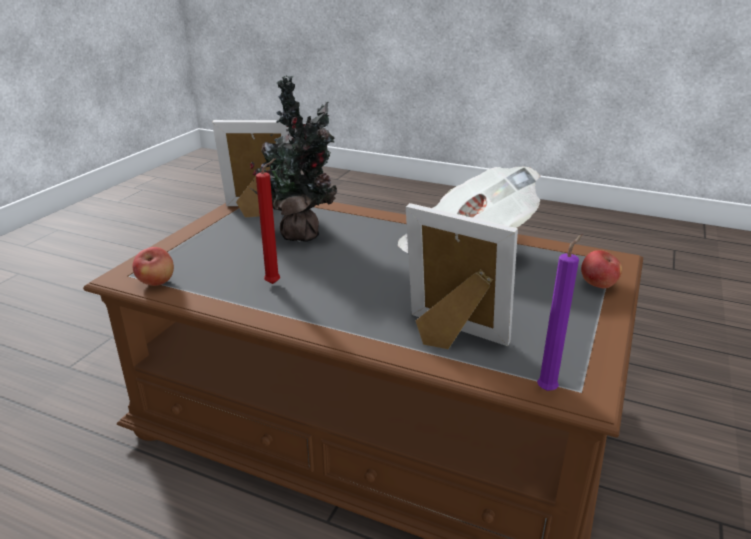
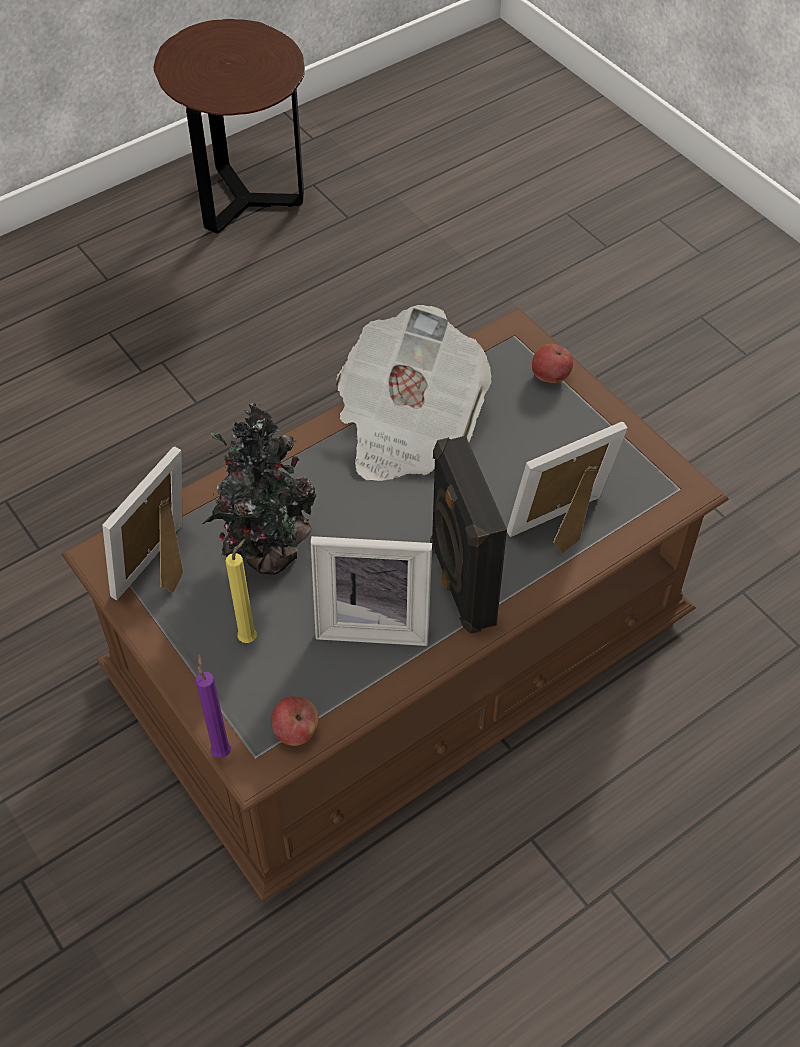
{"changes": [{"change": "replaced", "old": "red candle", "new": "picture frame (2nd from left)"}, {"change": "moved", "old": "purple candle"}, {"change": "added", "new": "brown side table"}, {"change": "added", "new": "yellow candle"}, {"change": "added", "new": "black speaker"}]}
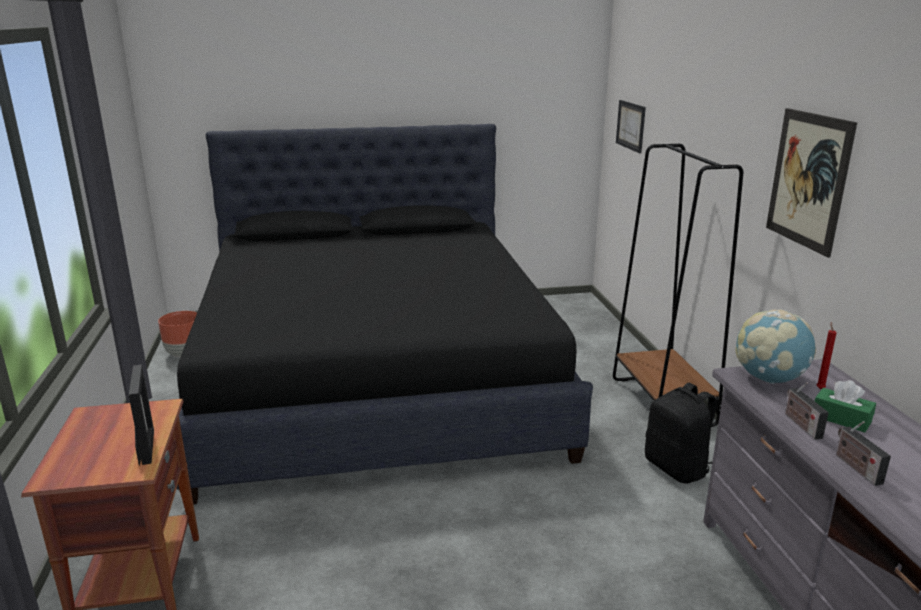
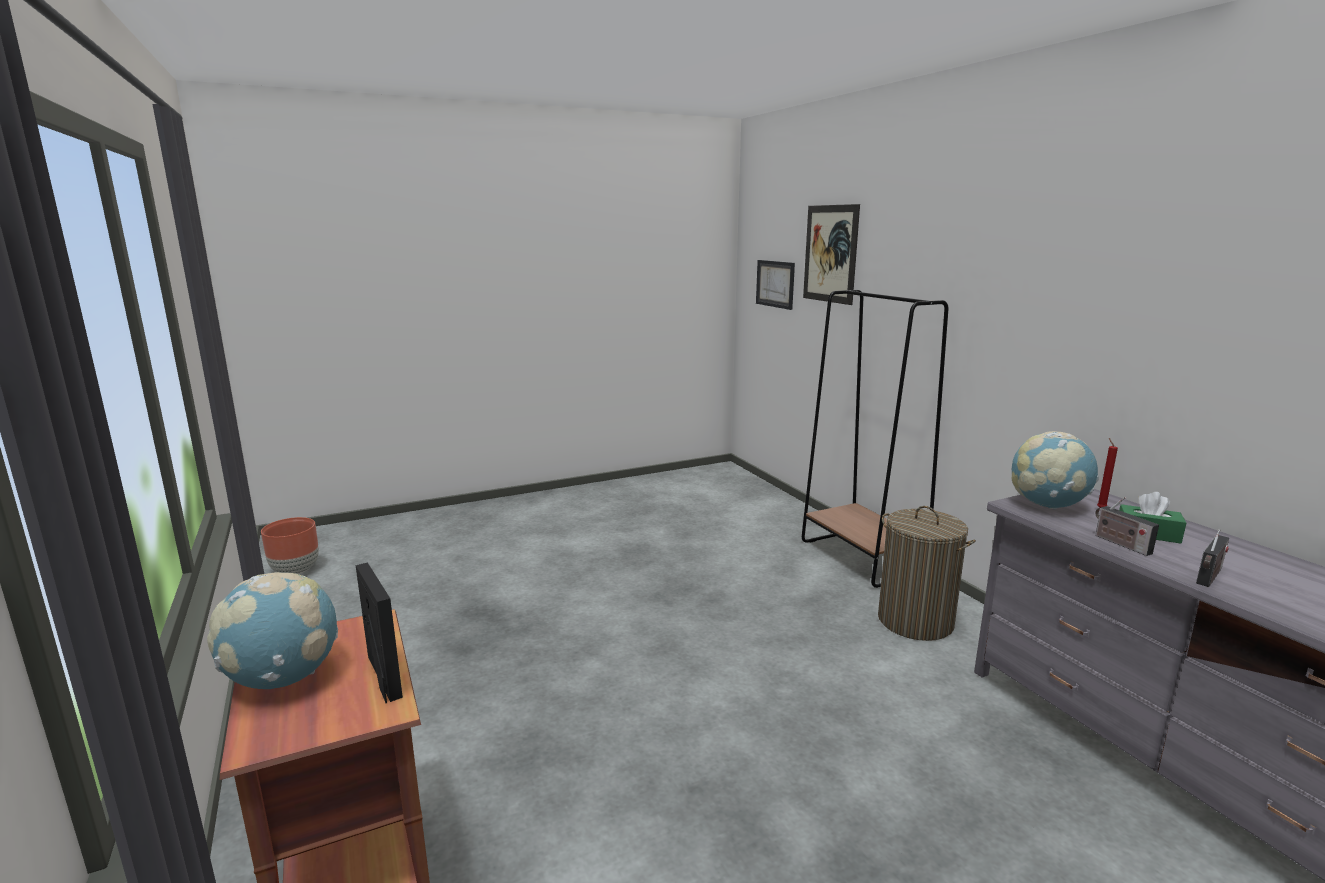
{"changes": [{"change": "removed", "old": "black bed"}, {"change": "replaced", "old": "black backpack", "new": "laundry basket"}, {"change": "moved", "old": "picture (2nd from left)"}, {"change": "turned", "old": "radio (2nd from left)", "degrees": -105}, {"change": "added", "new": "globe (1st from left)"}]}
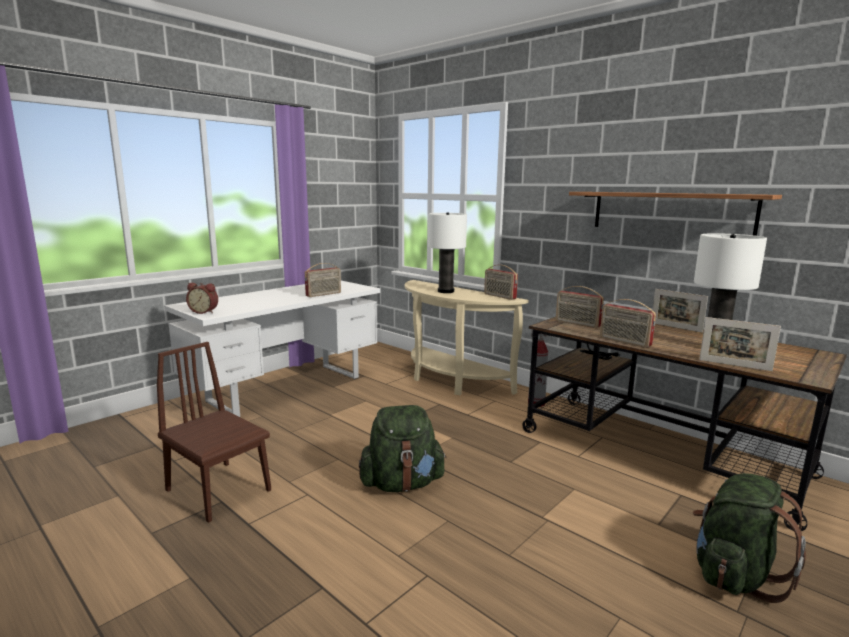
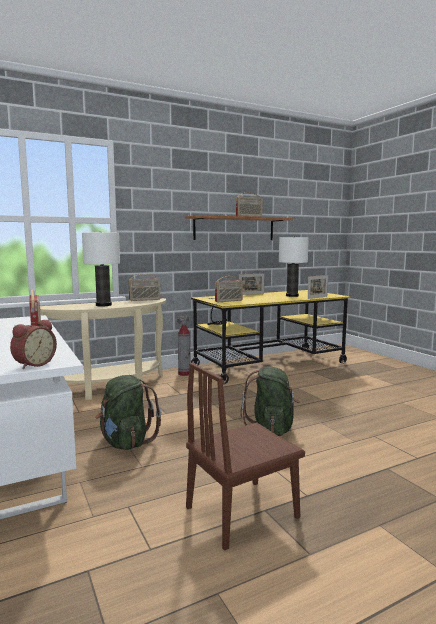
{"changes": [{"change": "recoloured", "old": "brown desk", "new": "yellow desk"}, {"change": "moved", "old": "radio (4th from left)"}, {"change": "moved", "old": "green backpack (2nd from left in the first image)", "new": "green backpack (1st from left)"}]}
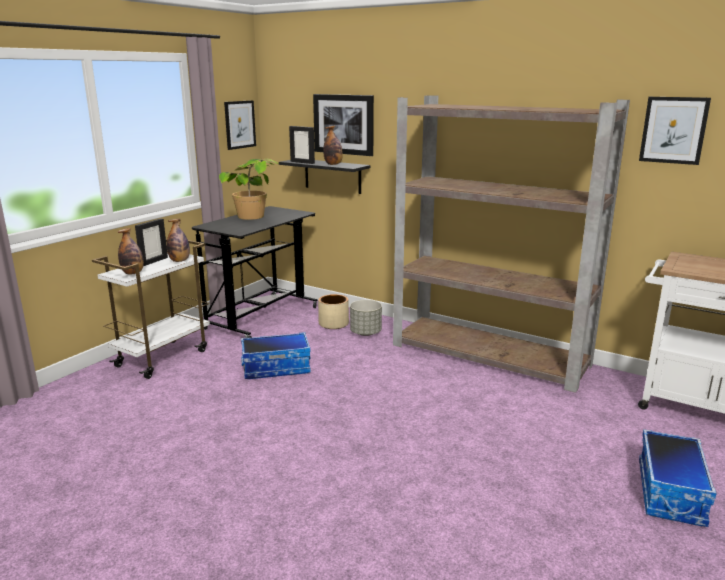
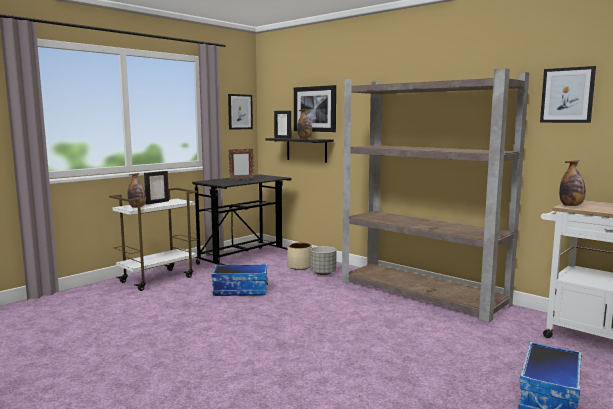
{"changes": [{"change": "moved", "old": "bottle (2nd from left in the first image)", "new": "bottle (3rd from left)"}, {"change": "replaced", "old": "potted plant", "new": "picture frame (2nd from left)"}]}
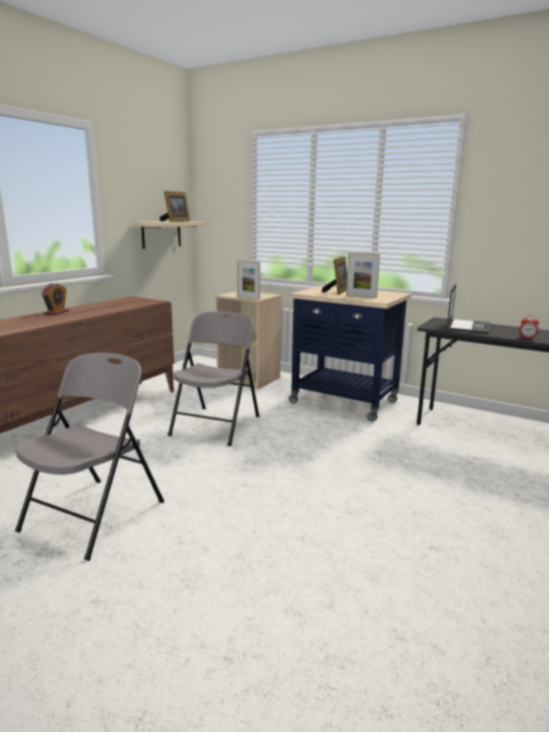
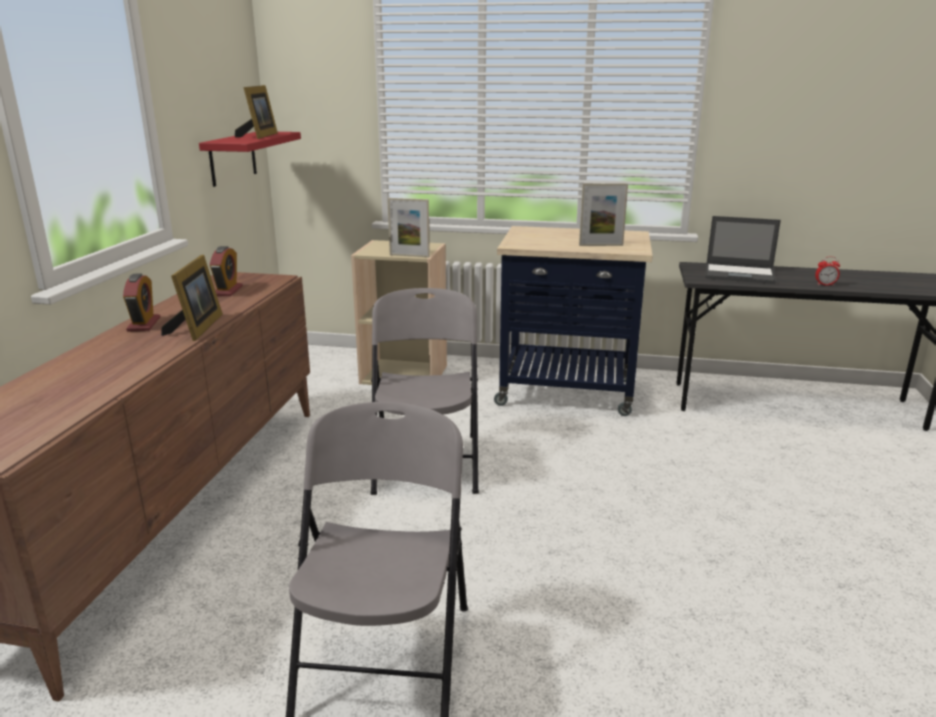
{"changes": [{"change": "recoloured", "old": "beige shelf", "new": "red shelf"}, {"change": "moved", "old": "picture frame (3rd from left in the first image)", "new": "picture frame (1st from left)"}, {"change": "turned", "old": "laptop", "degrees": 105}, {"change": "added", "new": "alarm clock (2nd from left)"}]}
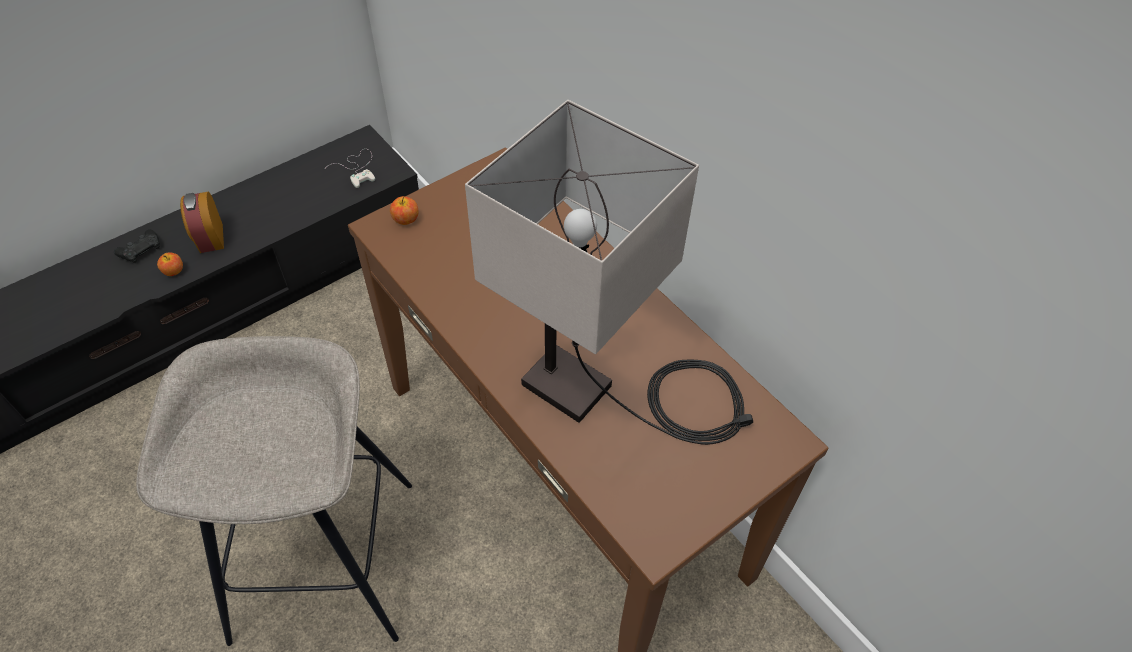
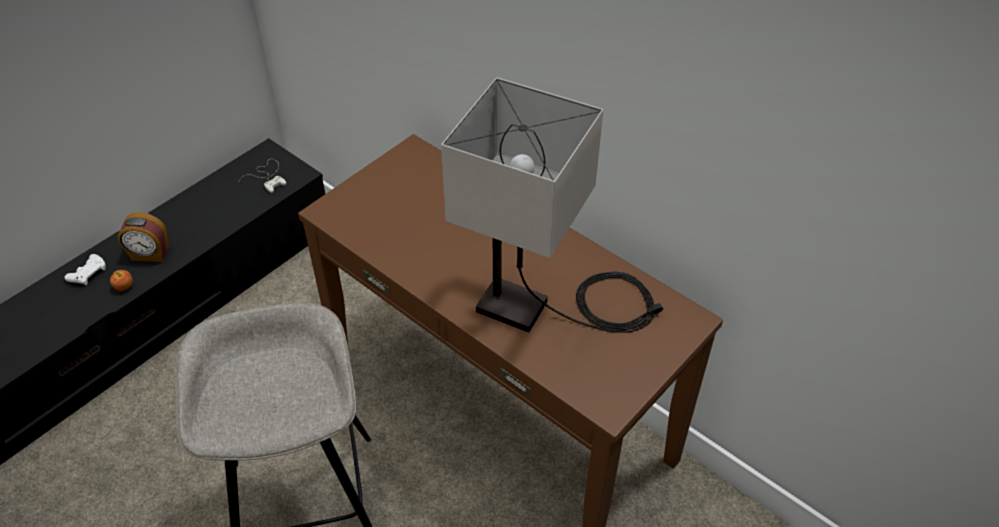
{"changes": [{"change": "recoloured", "old": "black game controller", "new": "white game controller (1st from left)"}, {"change": "turned", "old": "alarm clock", "degrees": -60}, {"change": "removed", "old": "apple (2nd from left)"}]}
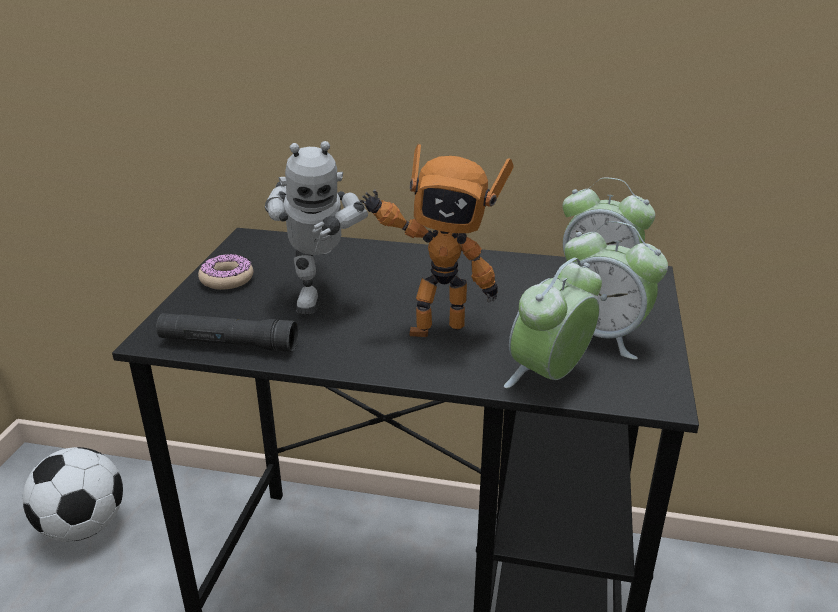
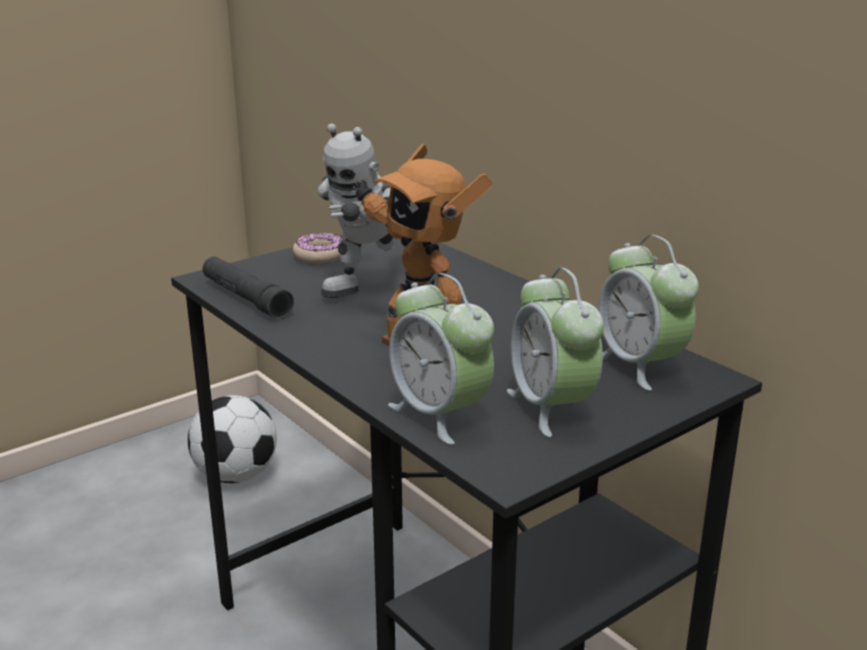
{"changes": [{"change": "turned", "old": "alarm clock (1st from left)", "degrees": -120}]}
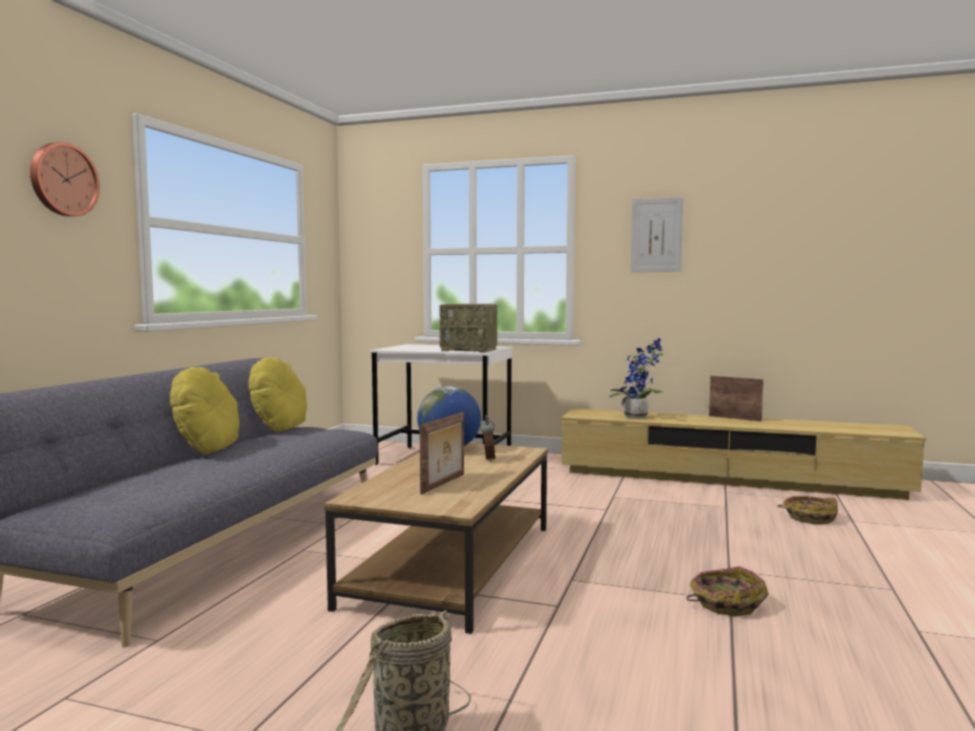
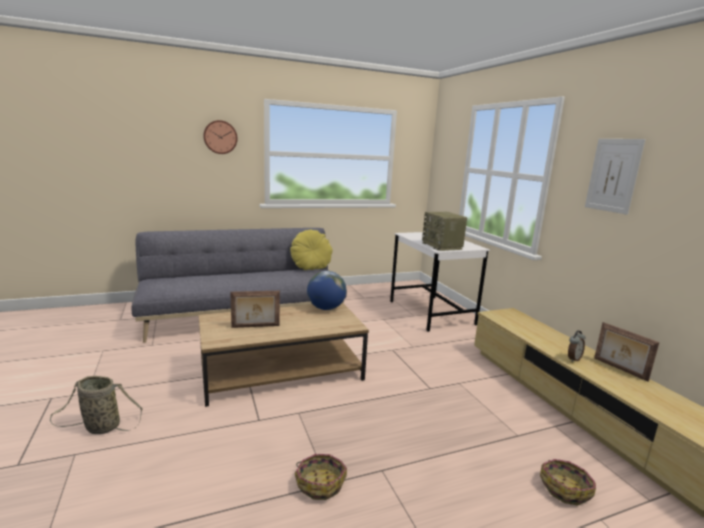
{"changes": [{"change": "removed", "old": "yellow pillow (1st from left)"}, {"change": "moved", "old": "alarm clock"}, {"change": "removed", "old": "potted plant"}, {"change": "turned", "old": "picture frame (2nd from left)", "degrees": 150}]}
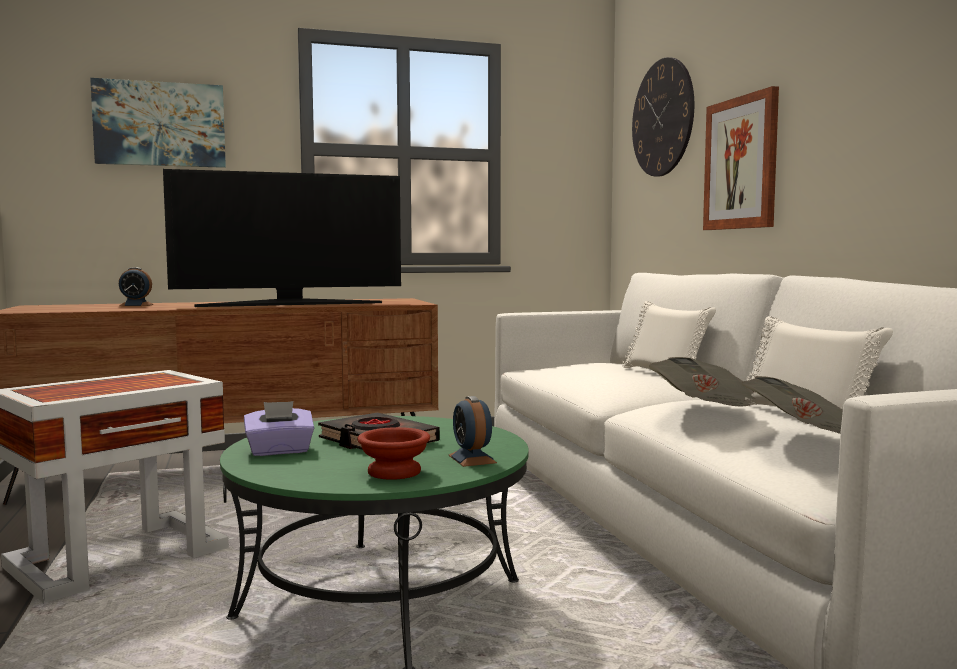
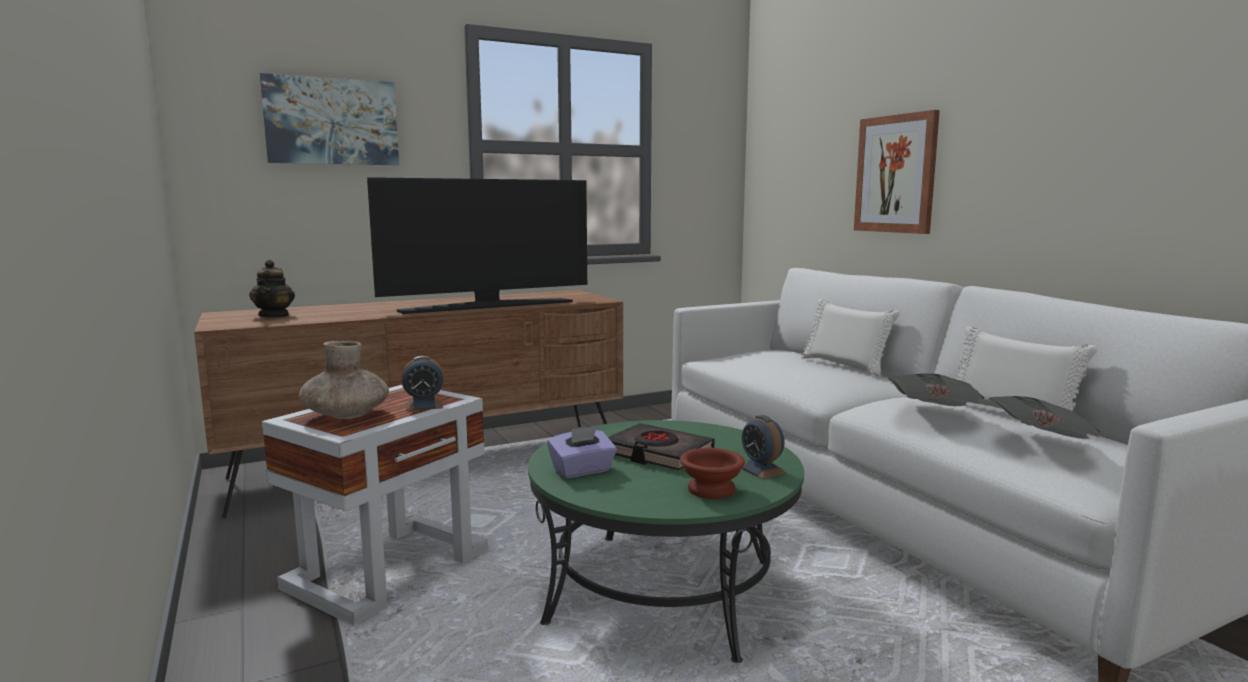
{"changes": [{"change": "moved", "old": "alarm clock (1st from left)"}, {"change": "removed", "old": "wall clock"}, {"change": "added", "new": "teapot"}, {"change": "added", "new": "brown vase"}]}
